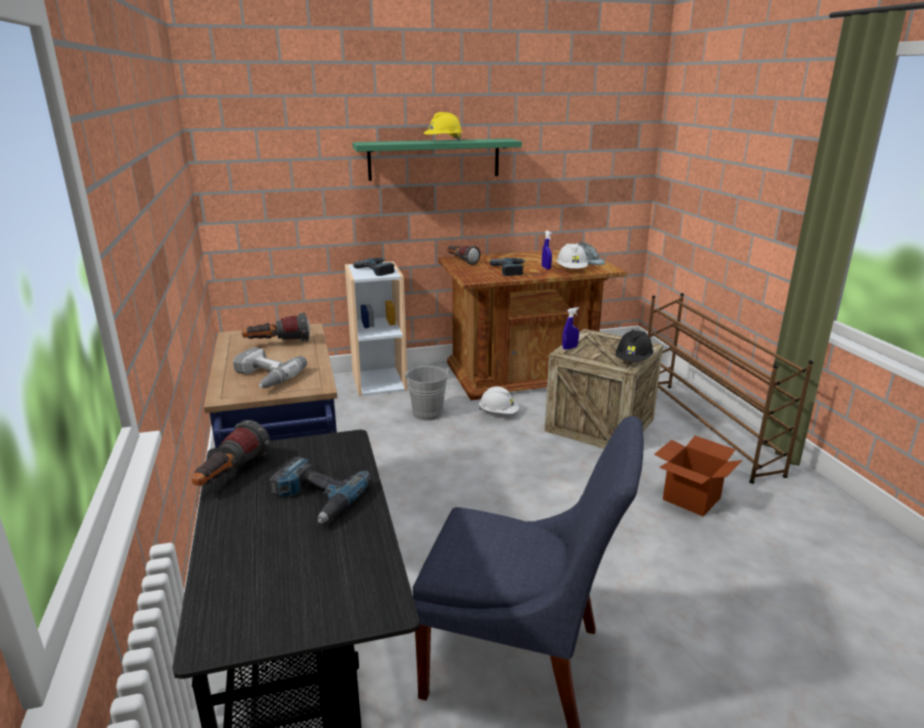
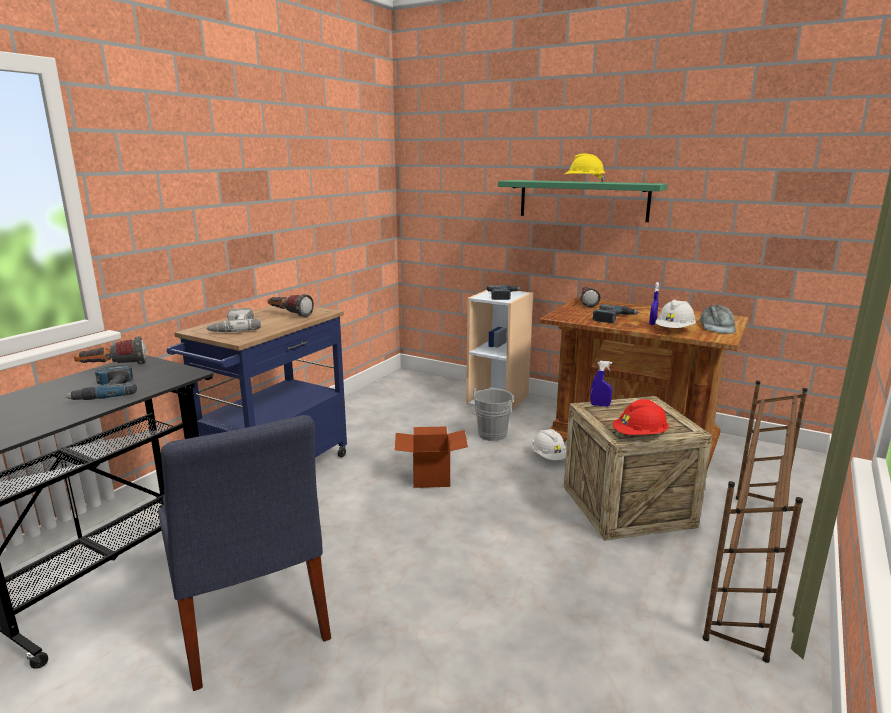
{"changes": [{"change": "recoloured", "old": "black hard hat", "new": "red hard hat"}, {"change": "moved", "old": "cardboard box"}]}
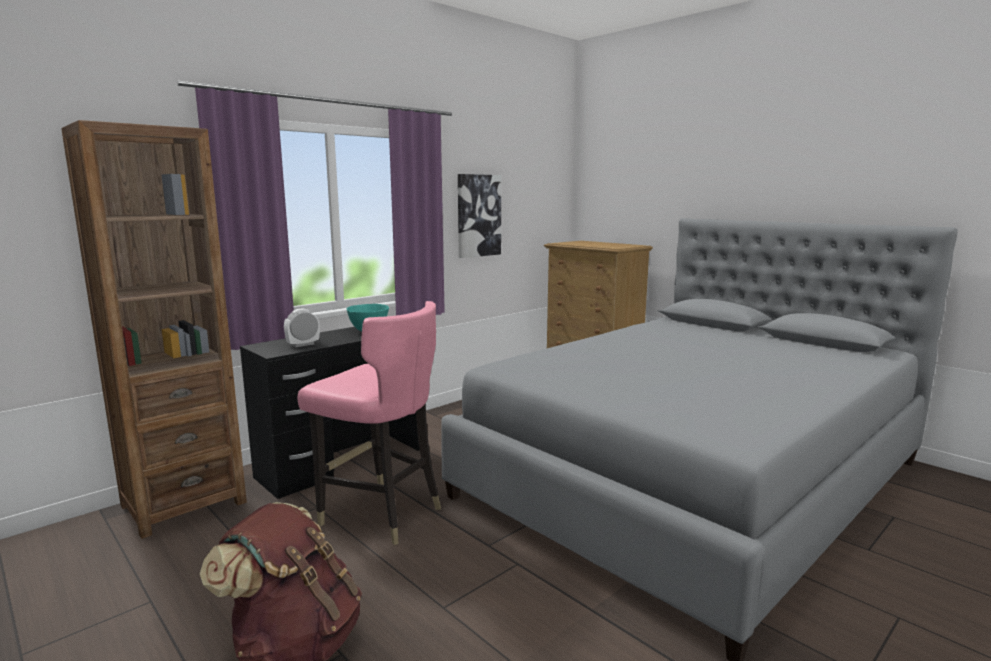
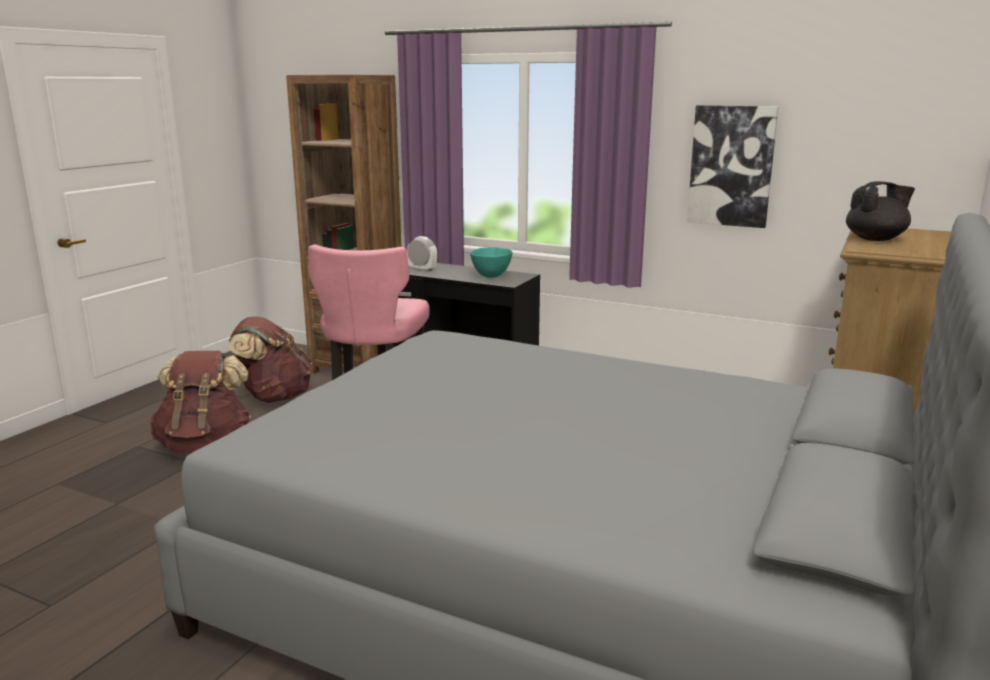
{"changes": [{"change": "added", "new": "brown backpack (2nd from left)"}, {"change": "added", "new": "black teapot"}]}
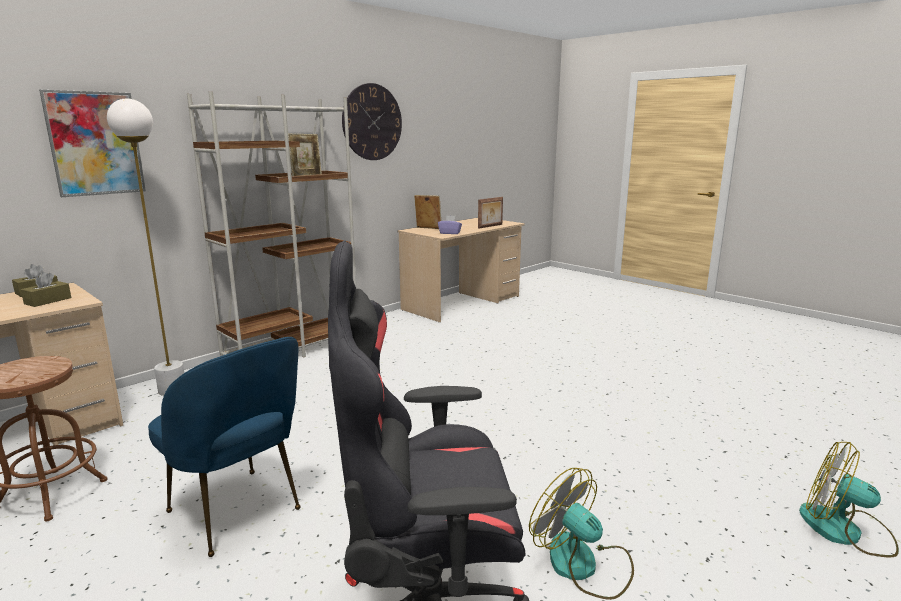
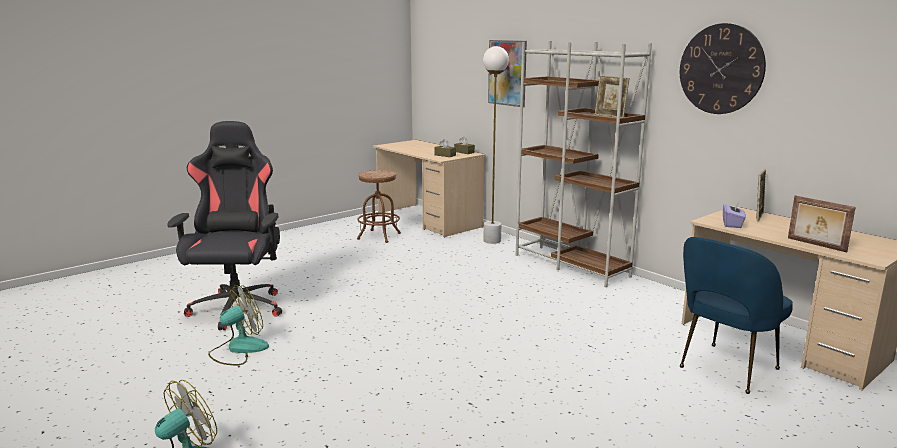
{"changes": [{"change": "moved", "old": "blue chair"}]}
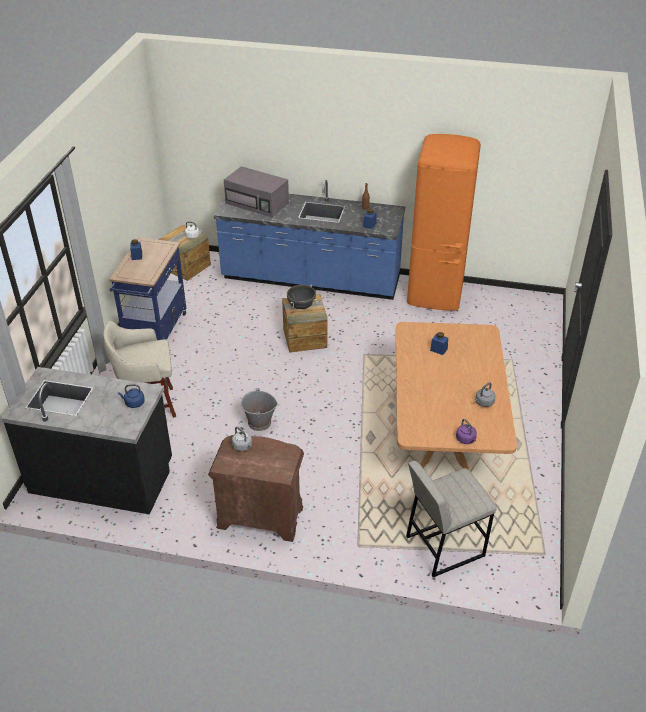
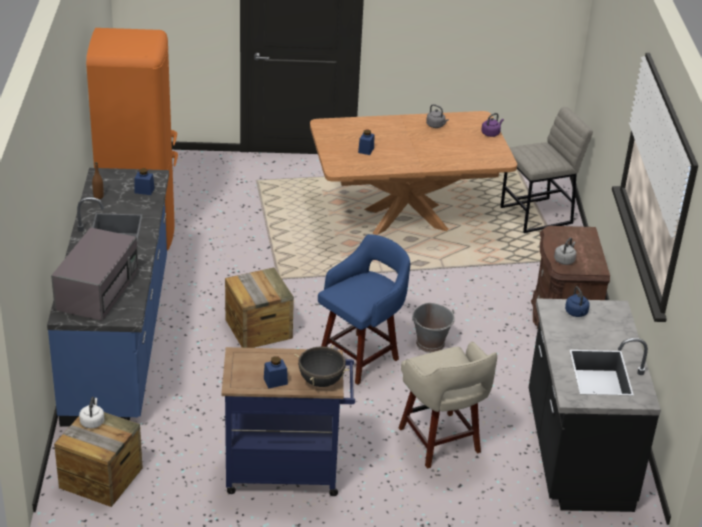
{"changes": [{"change": "moved", "old": "black cooking pot"}, {"change": "turned", "old": "grey chair", "degrees": -75}, {"change": "added", "new": "blue stool"}]}
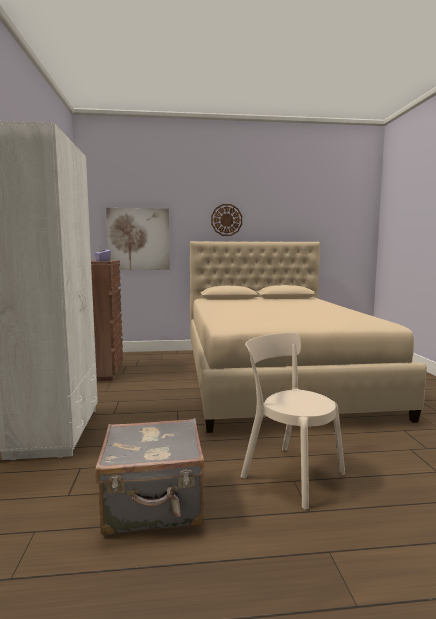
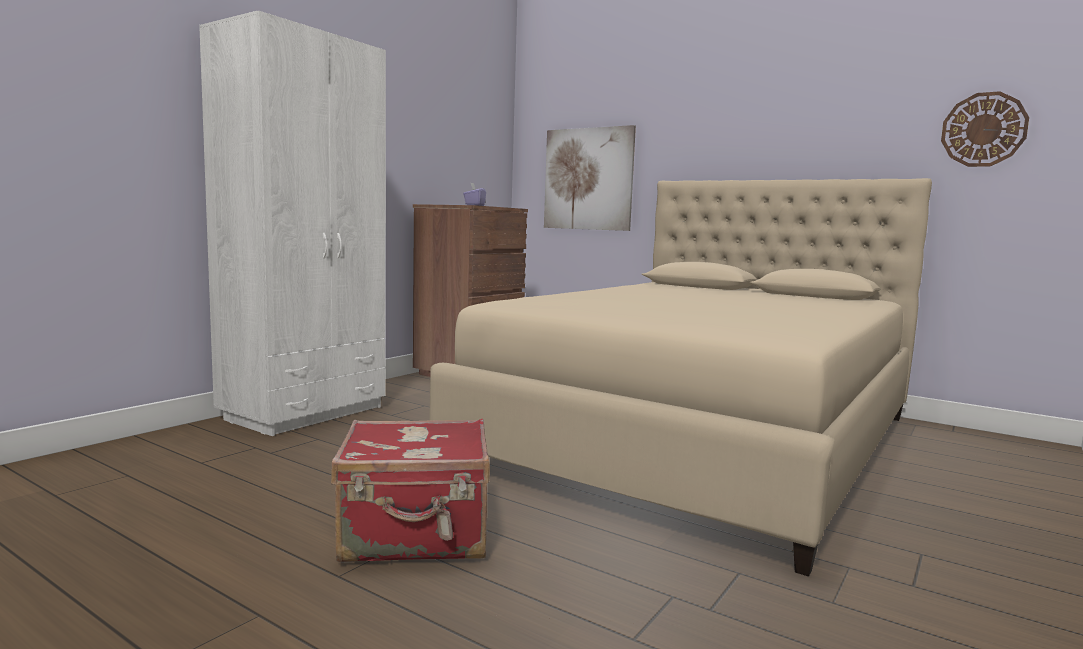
{"changes": [{"change": "removed", "old": "grey suitcase"}, {"change": "moved", "old": "wall clock"}, {"change": "replaced", "old": "beige chair", "new": "red suitcase"}]}
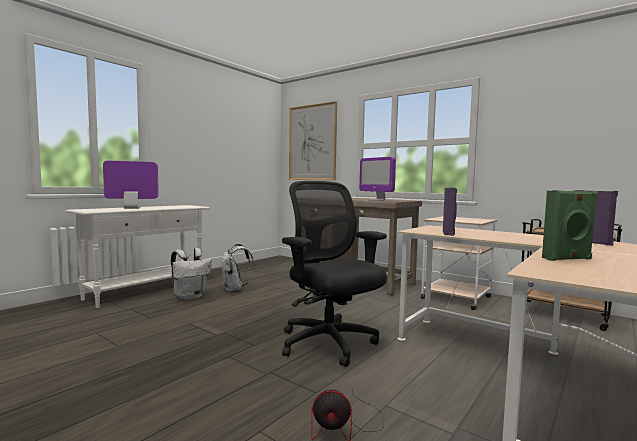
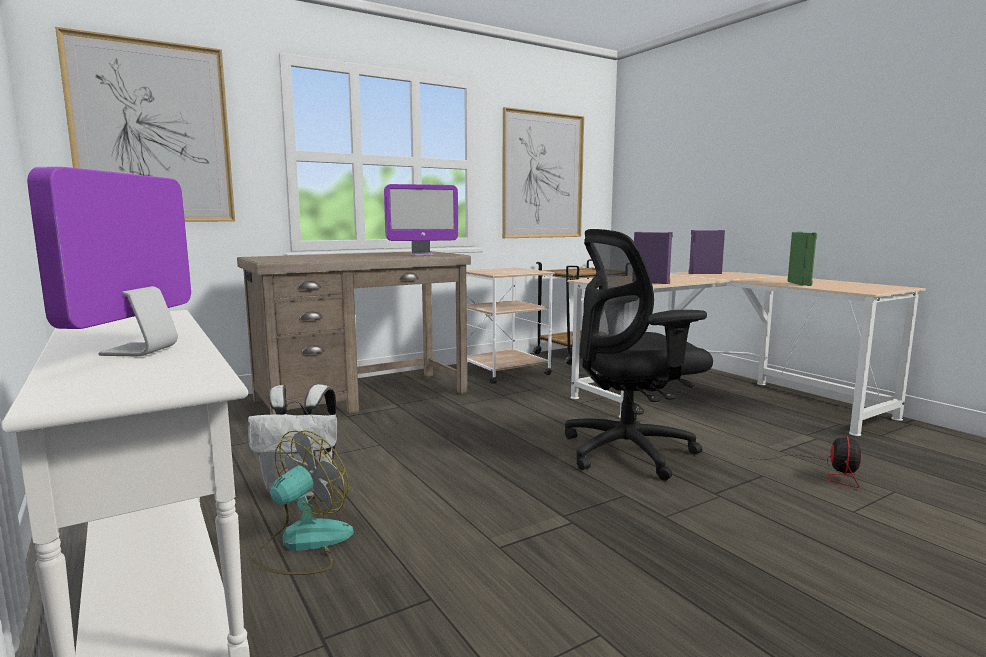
{"changes": [{"change": "replaced", "old": "white backpack (1st from left)", "new": "fan (1st from left)"}, {"change": "added", "new": "picture (2nd from left)"}]}
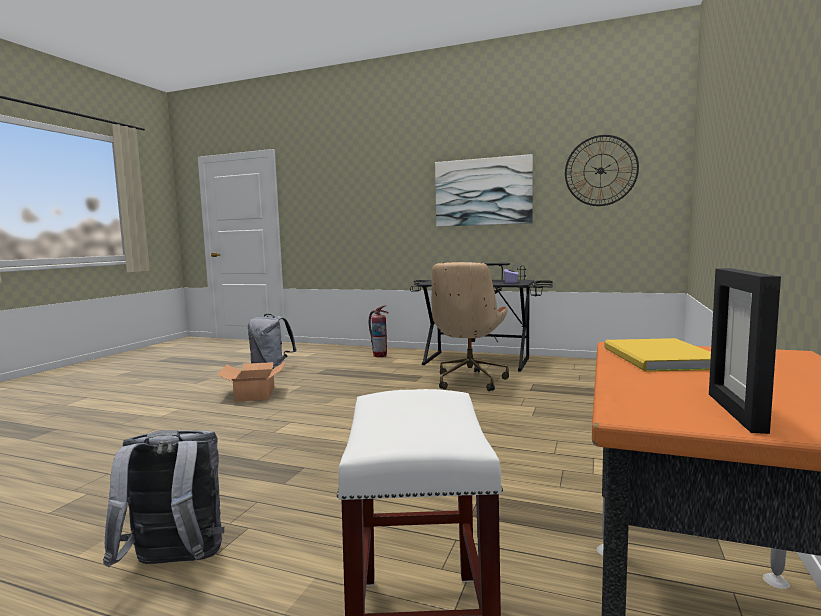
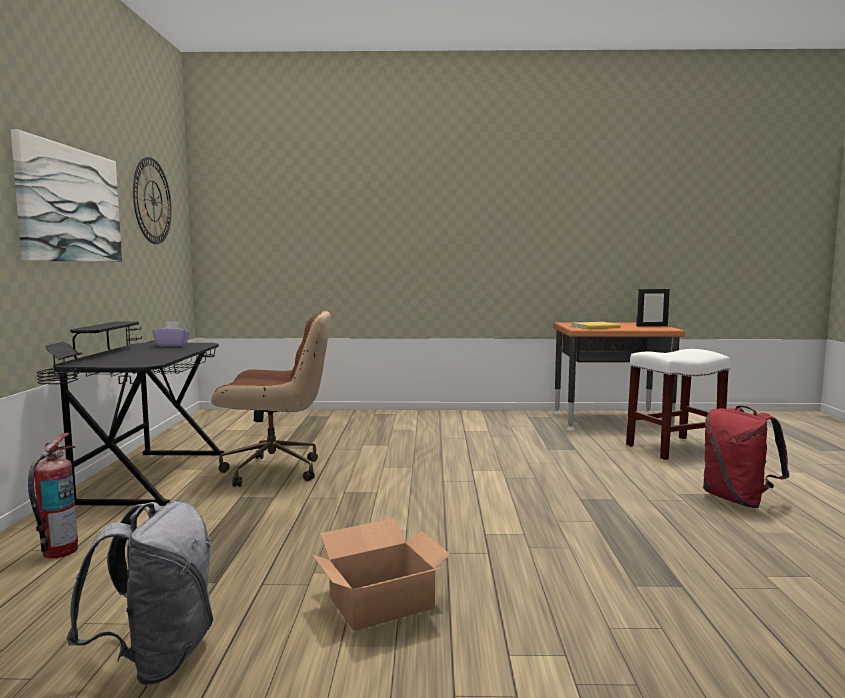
{"changes": [{"change": "recoloured", "old": "grey backpack (1st from left)", "new": "red backpack"}]}
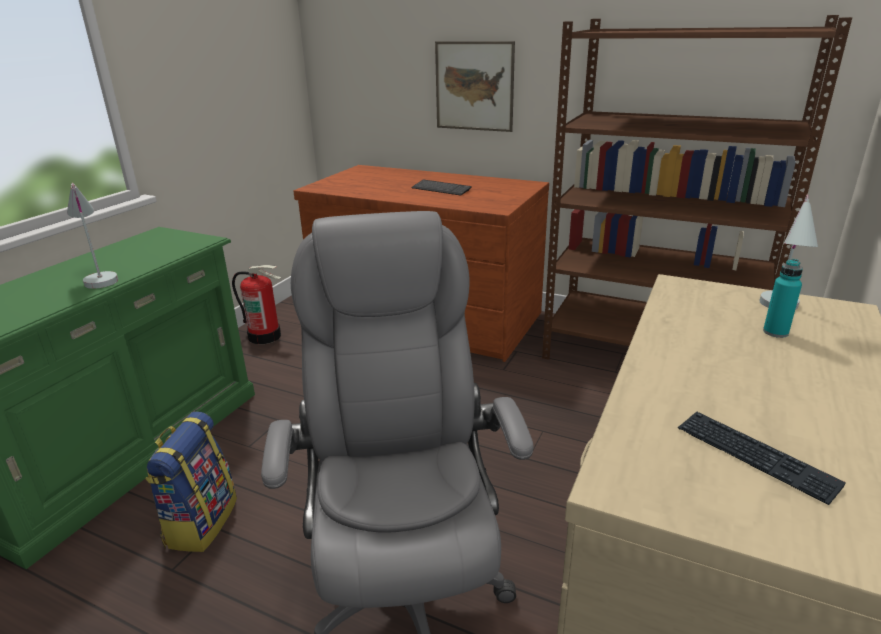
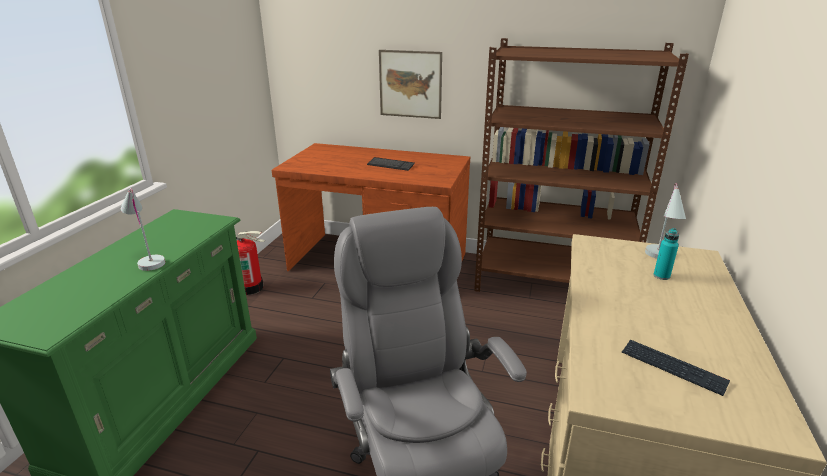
{"changes": [{"change": "removed", "old": "backpack"}]}
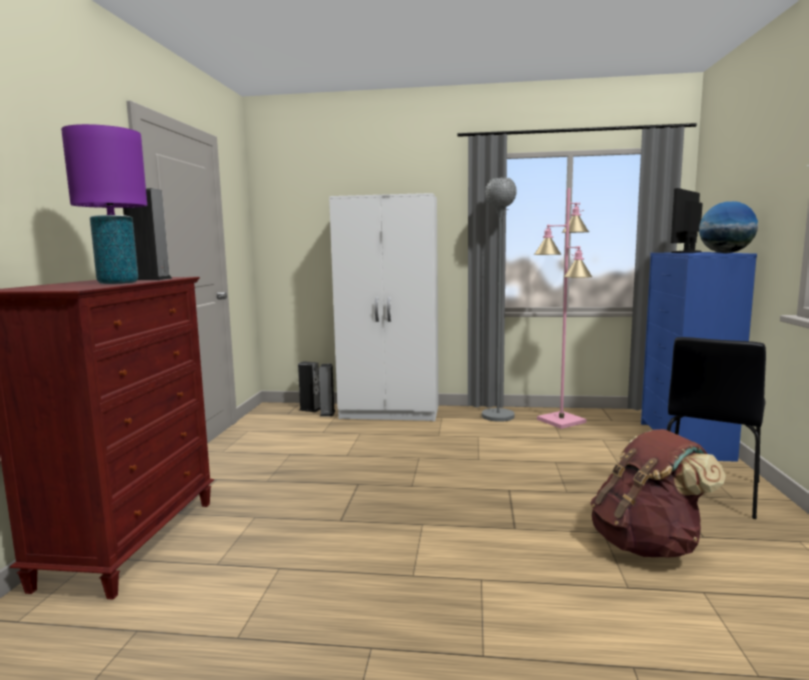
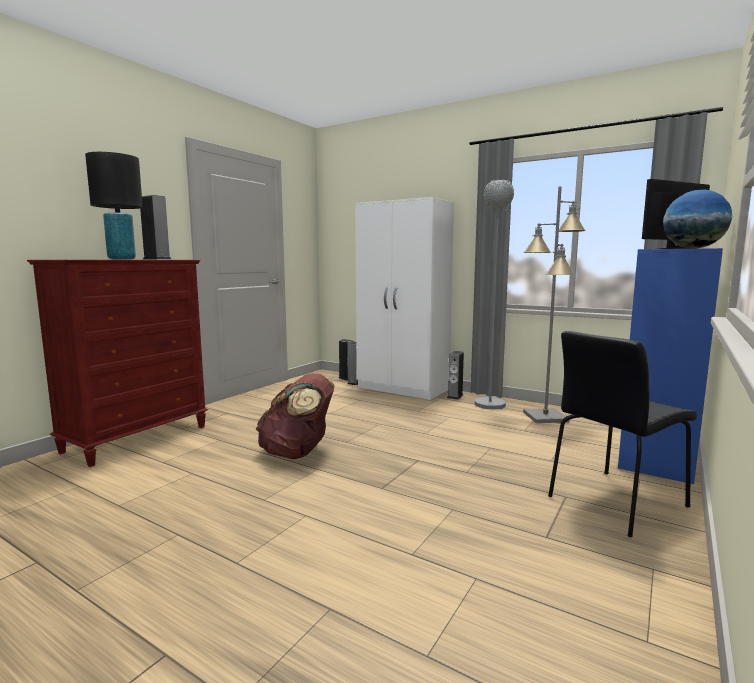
{"changes": [{"change": "recoloured", "old": "purple table lamp", "new": "black table lamp"}, {"change": "recoloured", "old": "pink floor lamp", "new": "grey floor lamp (2nd from left)"}, {"change": "moved", "old": "brown backpack"}, {"change": "added", "new": "speaker (4th from left)"}]}
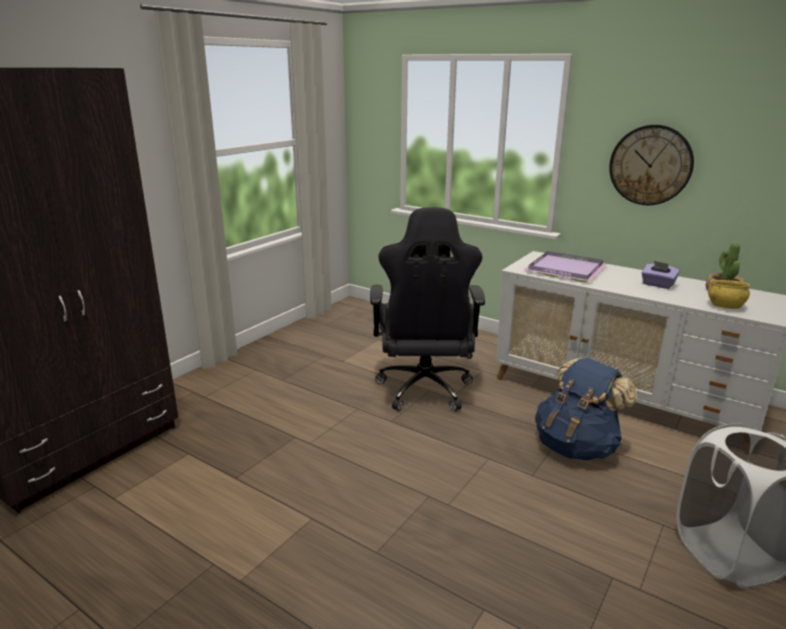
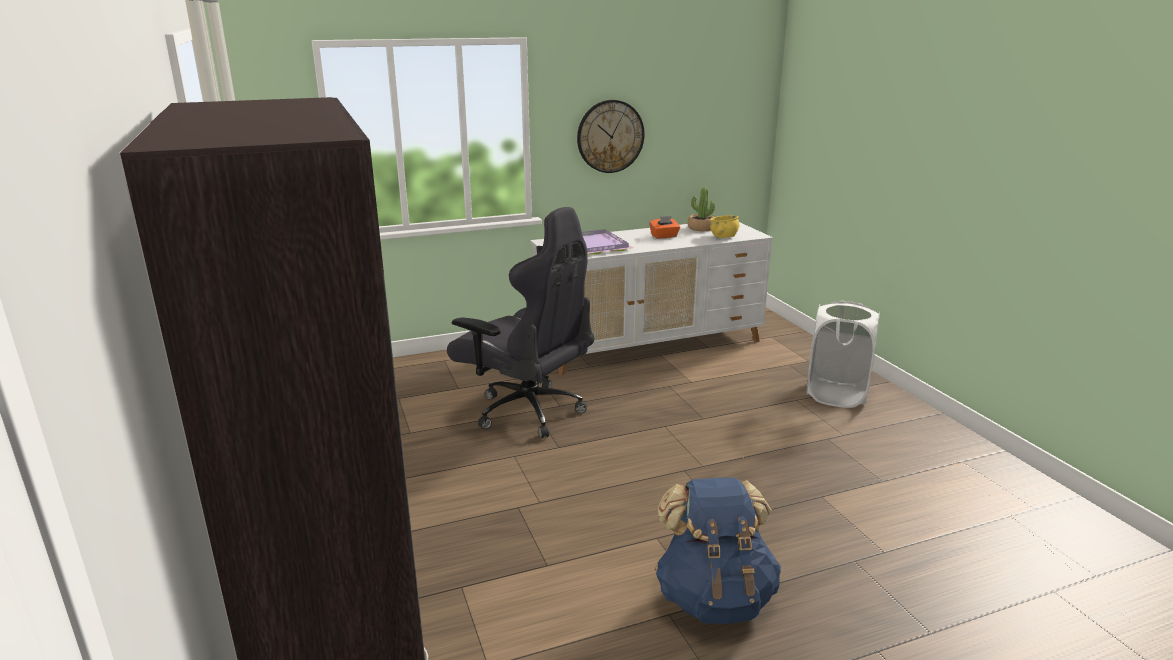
{"changes": [{"change": "moved", "old": "blue backpack"}, {"change": "recoloured", "old": "purple tissue box", "new": "orange tissue box"}]}
